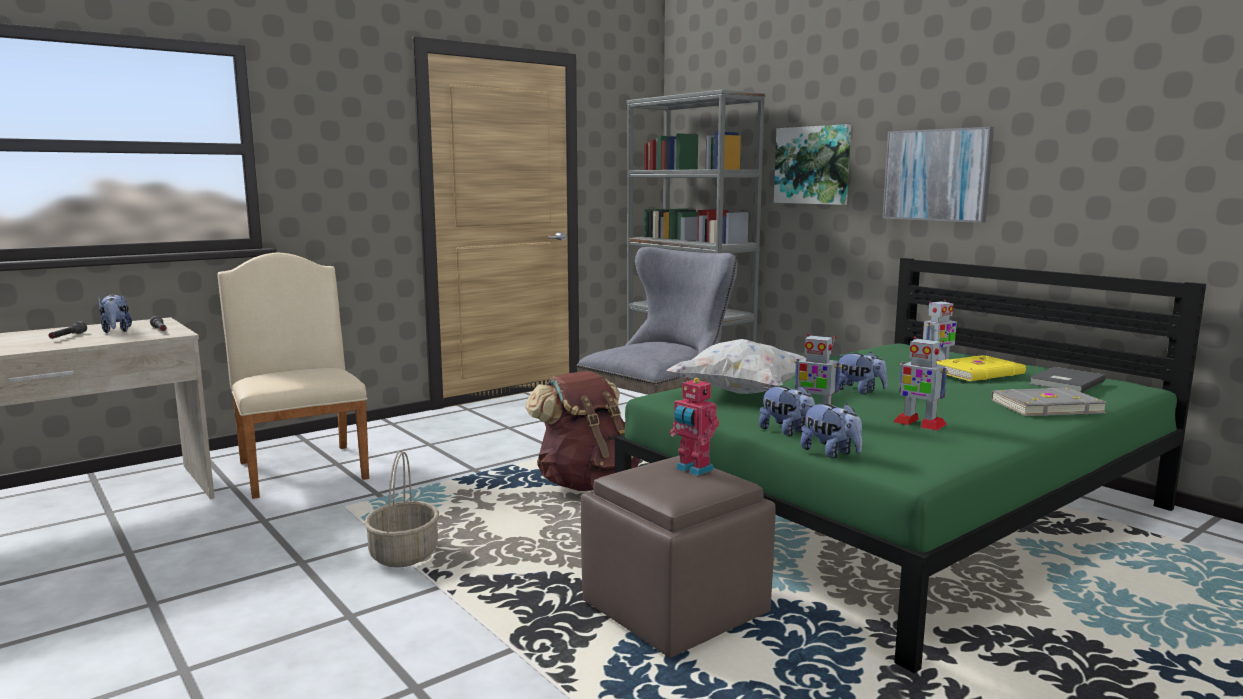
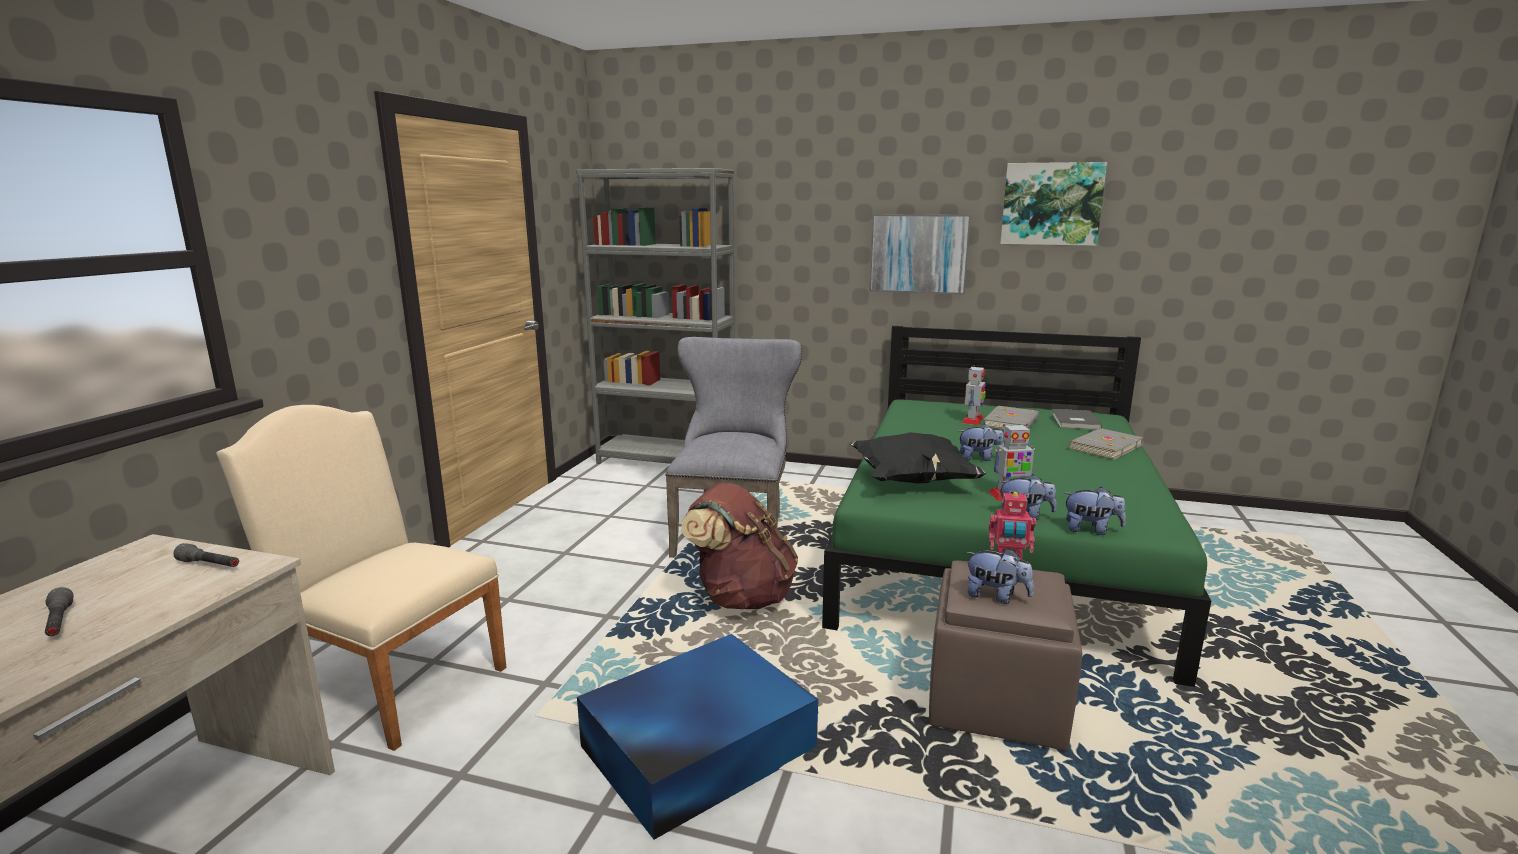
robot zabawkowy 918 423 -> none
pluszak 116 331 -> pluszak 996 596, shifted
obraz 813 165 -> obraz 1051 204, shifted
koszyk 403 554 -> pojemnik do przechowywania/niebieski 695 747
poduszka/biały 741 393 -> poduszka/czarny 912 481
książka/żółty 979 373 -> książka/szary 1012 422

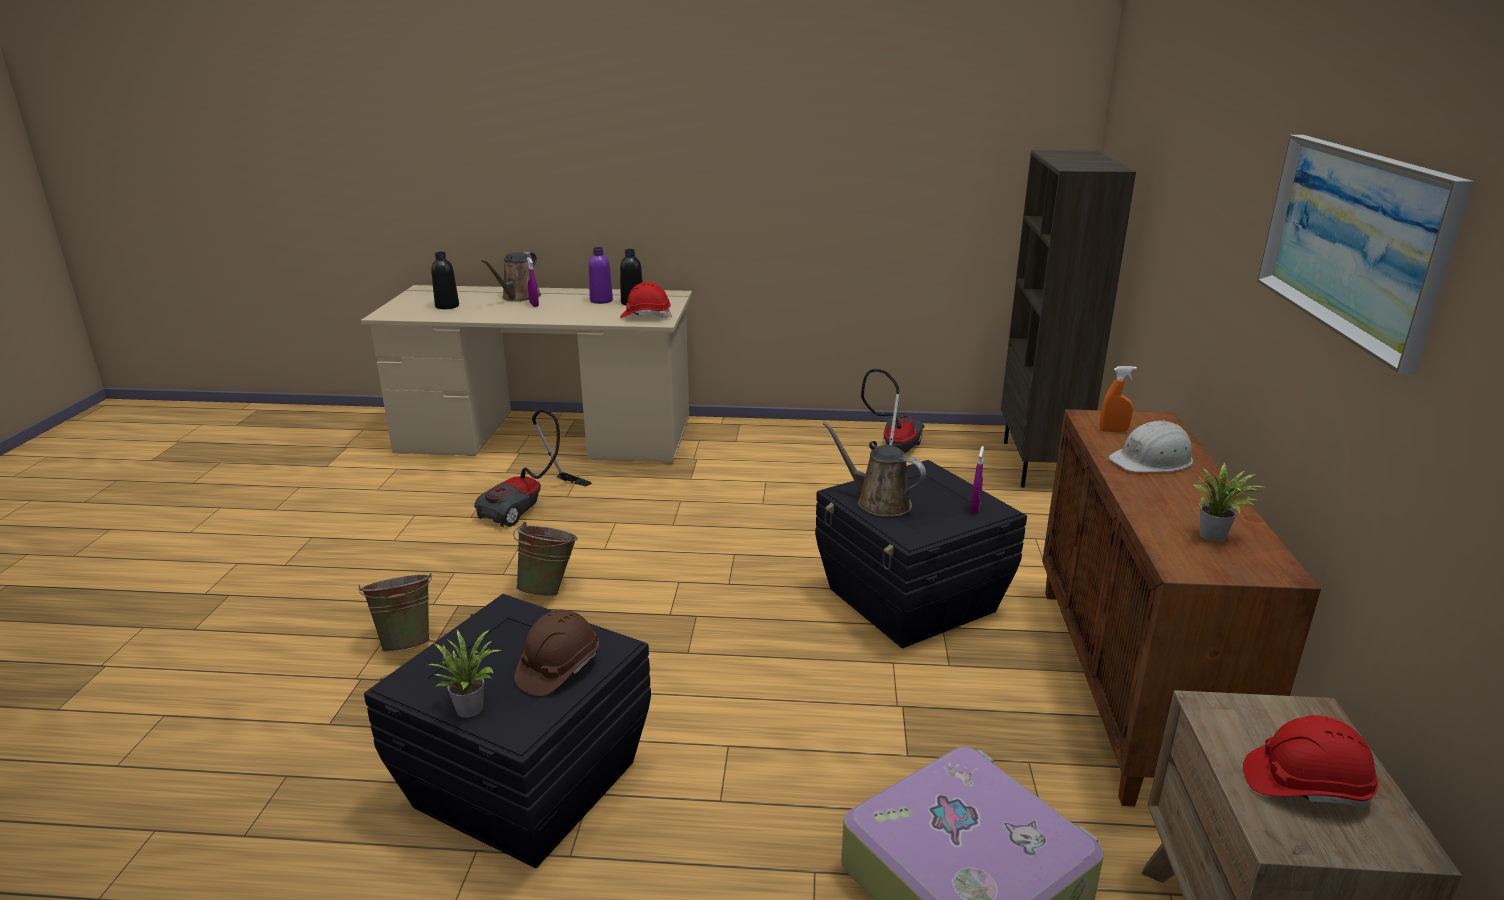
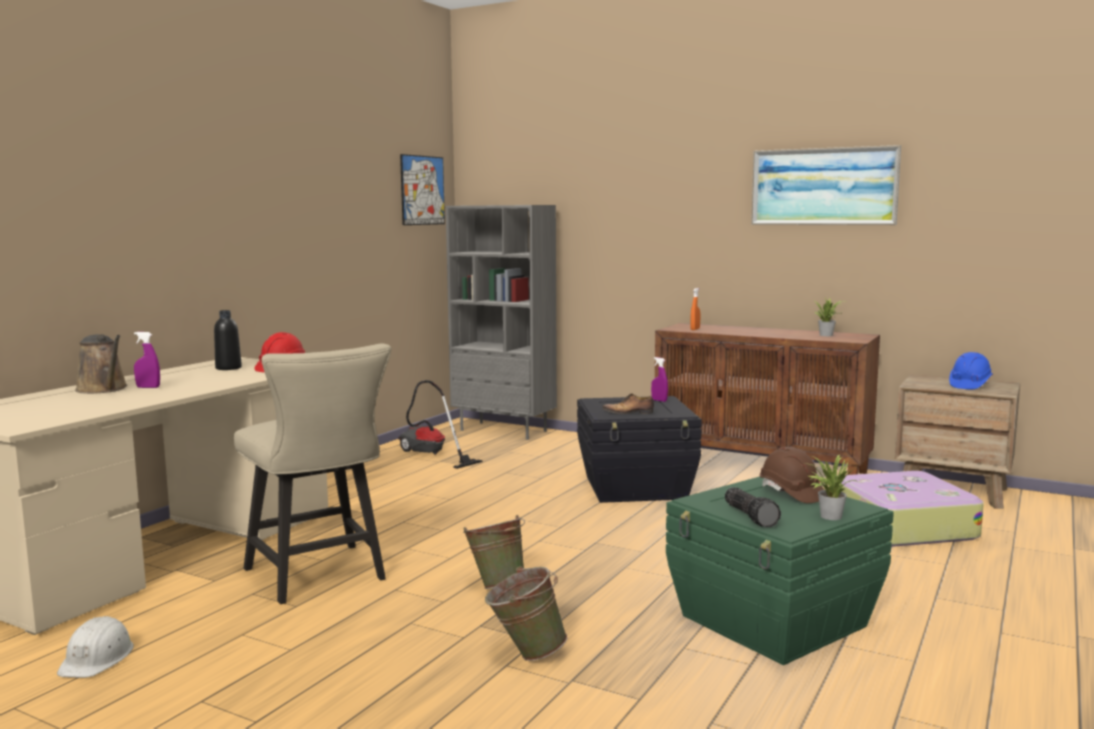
butelka/czarny 447 306 -> none
butelka/fioletowy 601 300 -> none
none -> obraz 422 190
none -> latarka 751 516
kask/biały 1152 460 -> kask/biały 97 658, shifted
odkurzacz 530 507 -> krzesło/beżowy 320 577
konewka/brązowy 878 502 -> but 629 413
pojemnik do przechowywania/czarny 523 785 -> pojemnik do przechowywania/zielony 773 622
regał/brązowy 1039 465 -> regał/szary 504 430
kask/czerwony 1305 785 -> kask/niebieski 969 385

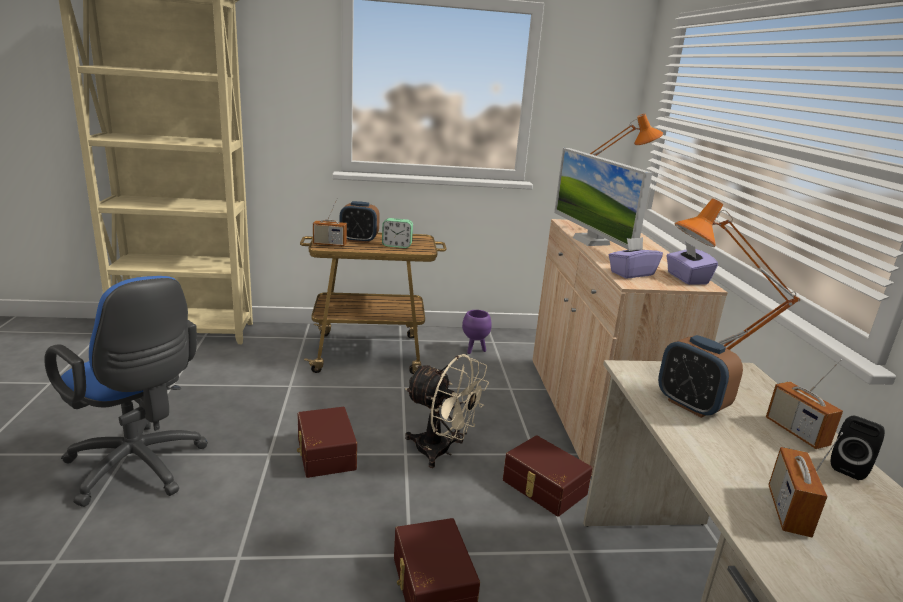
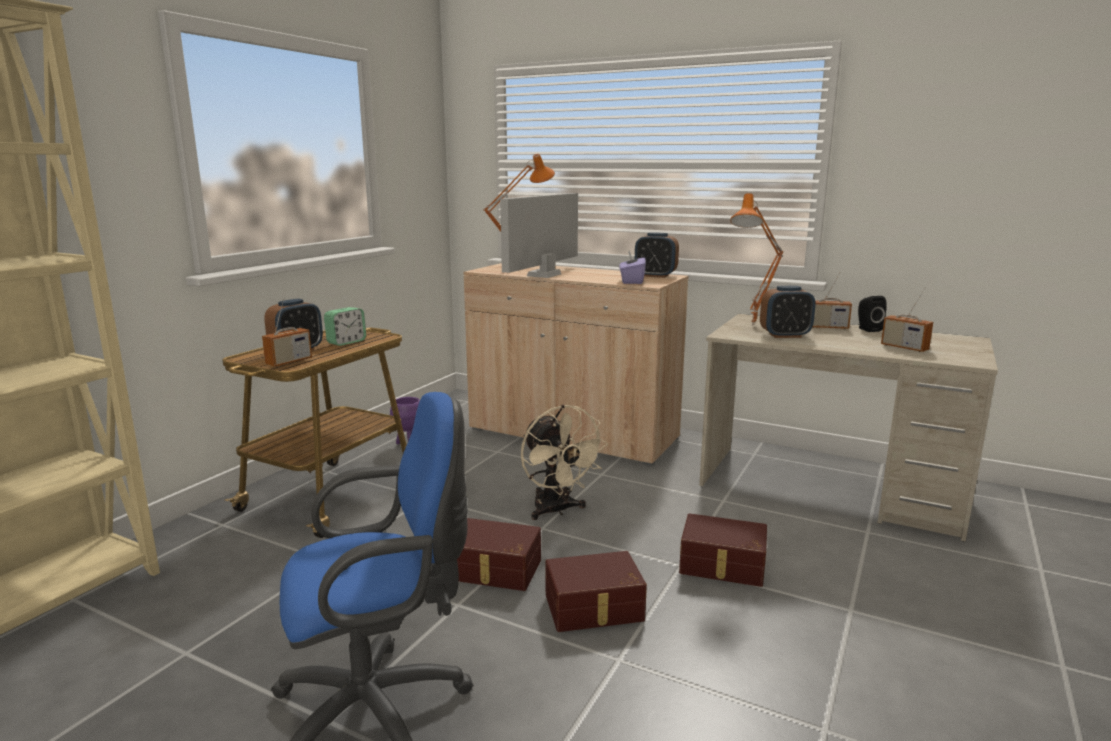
pojemnik do przechowywania/brązowy 543 488 -> pojemnik do przechowywania/brązowy 594 608, shifted
pudełko chusteczek/fioletowy 686 278 -> budzik 655 276
wentylator/beżowy 441 451 -> wentylator/beżowy 557 510, 90 degrees clockwise
monitor 591 241 -> monitor 544 275, 105 degrees clockwise

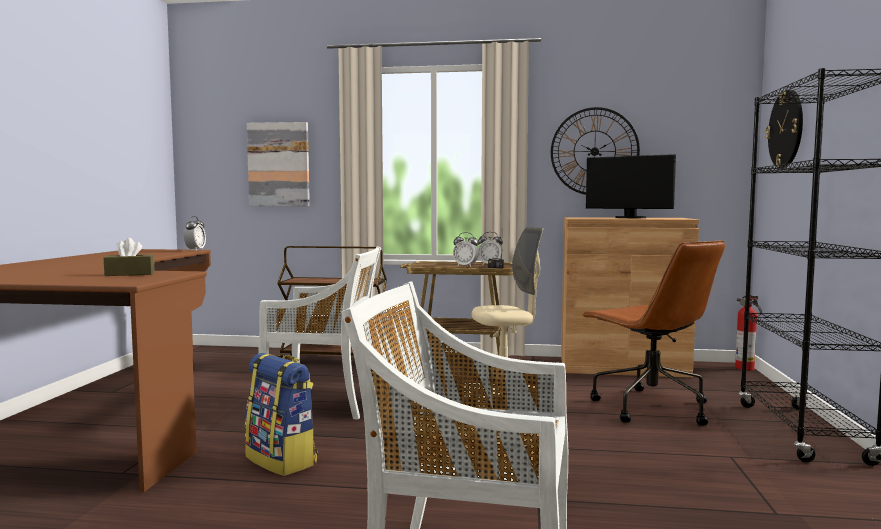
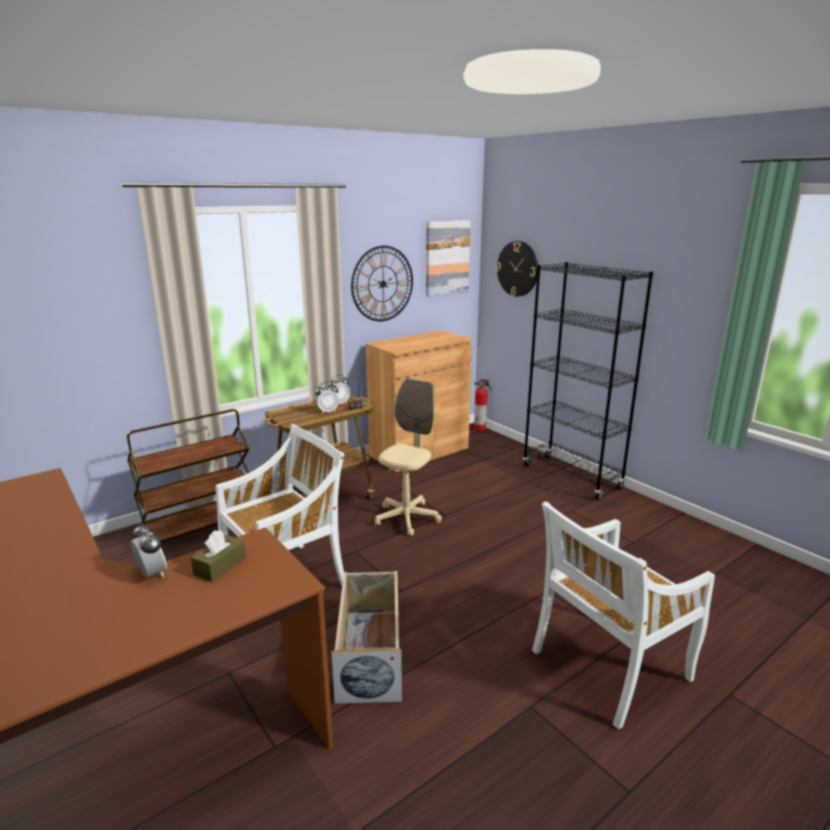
krzesło biurowe/brązowy 649 407 -> none
monitor 629 218 -> none
budzik 195 250 -> budzik 152 574, shifted
obraz 279 164 -> obraz 446 258, shifted
plecak 282 460 -> pojemnik do przechowywania/beżowy 370 653

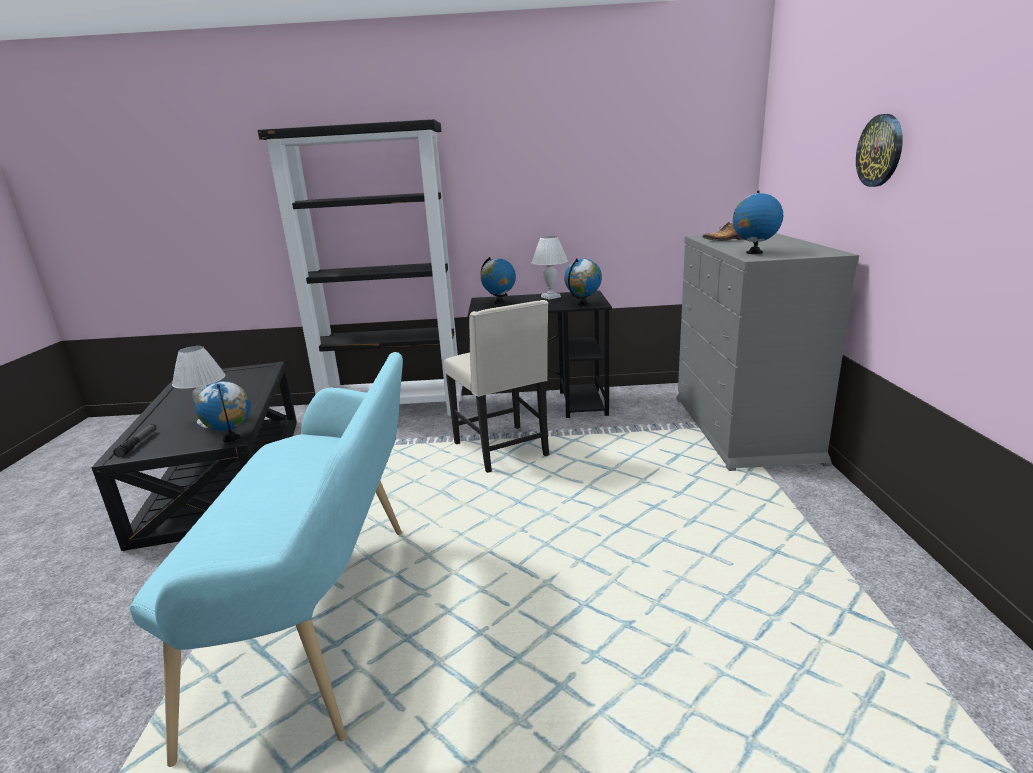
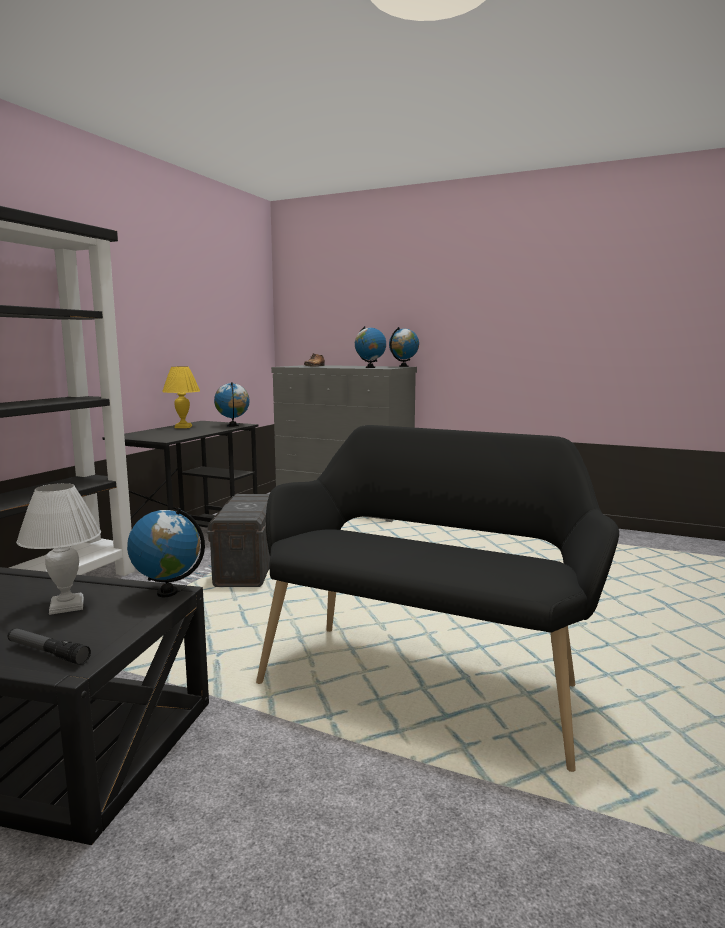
zegar ścienny 880 151 -> none
globus 499 302 -> globus 403 366, shifted
krzesło/beżowy 503 450 -> pojemnik do przechowywania/szary 247 568
ławka/turkusowy 327 618 -> ławka/czarny 426 679
lampa stołowa/biały 551 297 -> lampa stołowa/żółty 184 427

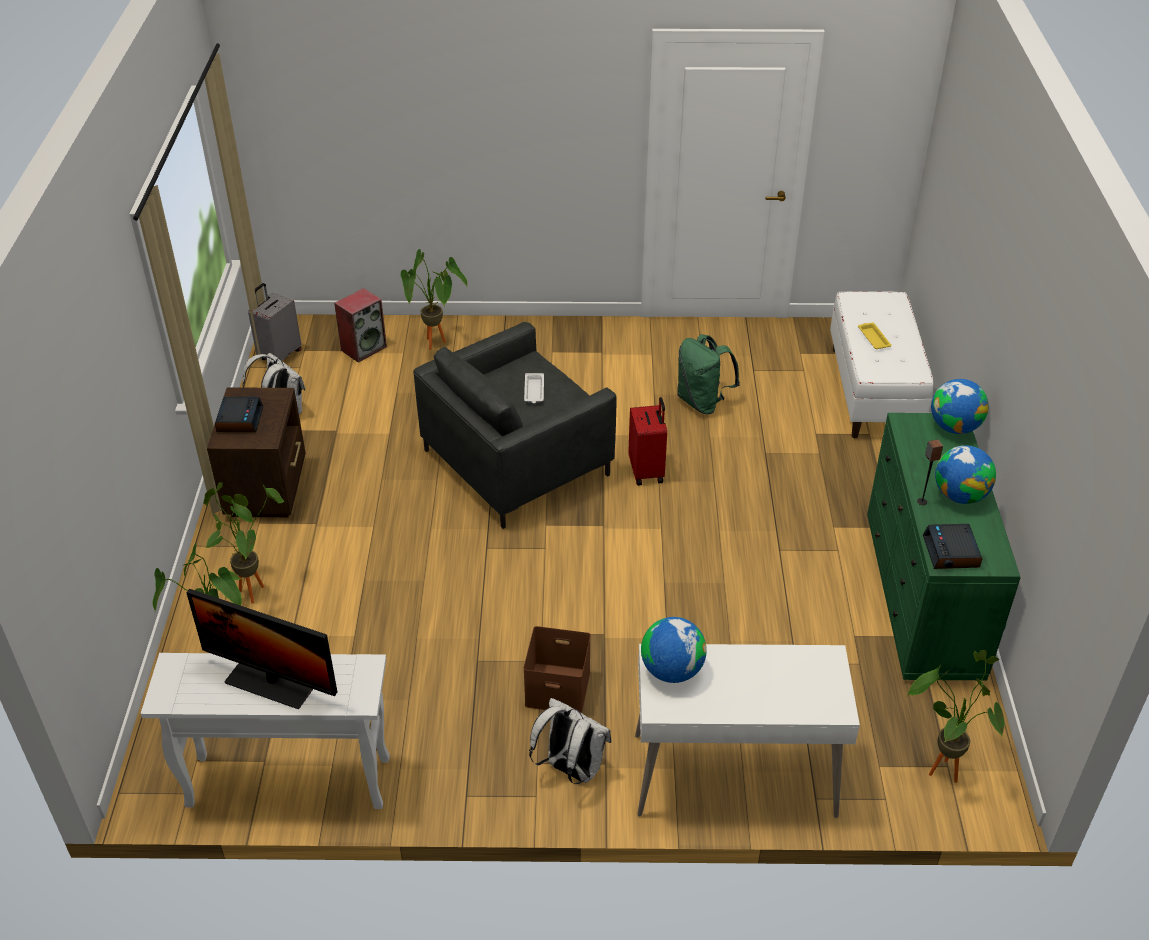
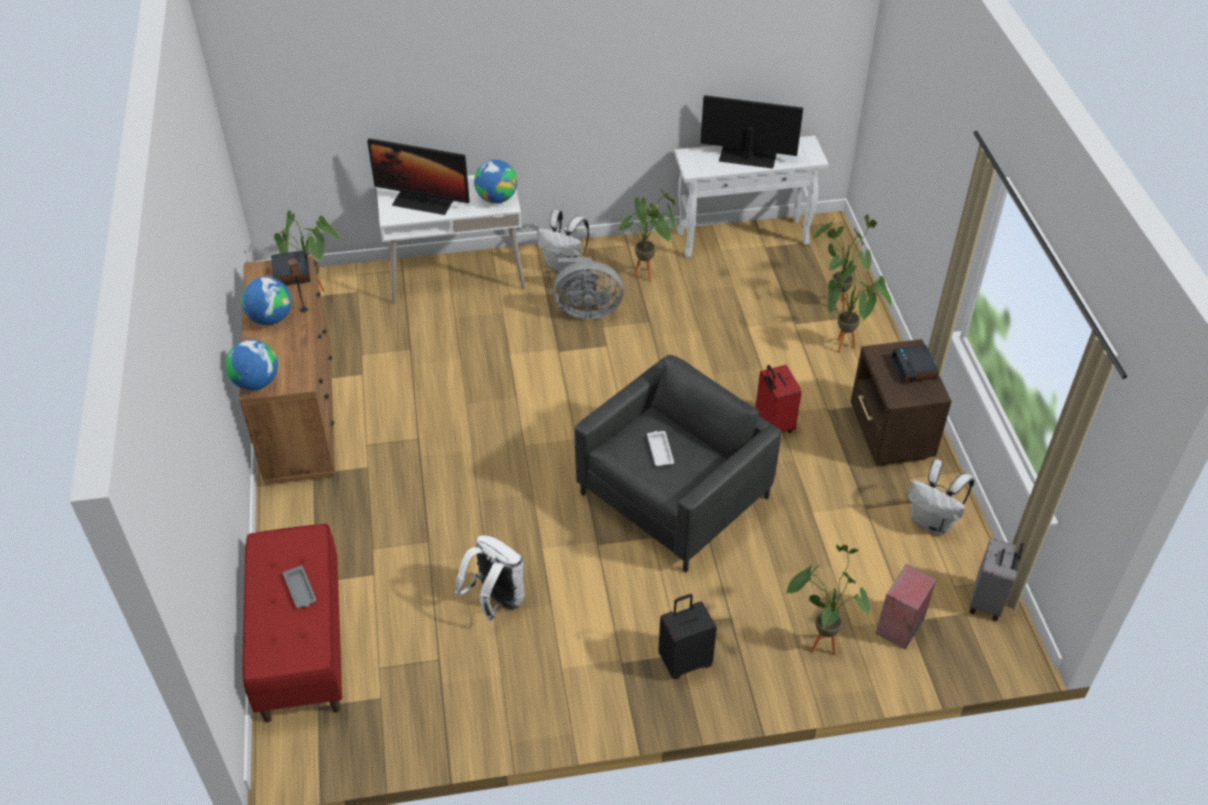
none -> monitor 423 202
none -> roślina doniczkowa 649 276
none -> walizka/czarny 685 661
walizka/czerwony 647 471 -> walizka/czerwony 773 424, shifted
pojemnik do przechowywania/brązowy 556 689 -> wentylator/szary 586 310
plecak/zielony 702 402 -> plecak/biały 496 600
ławka/biały 873 392 -> ławka/czerwony 301 644
taca/żółty 873 338 -> taca/szary 300 590
komoda/zielony 922 597 -> komoda/brązowy 300 411

